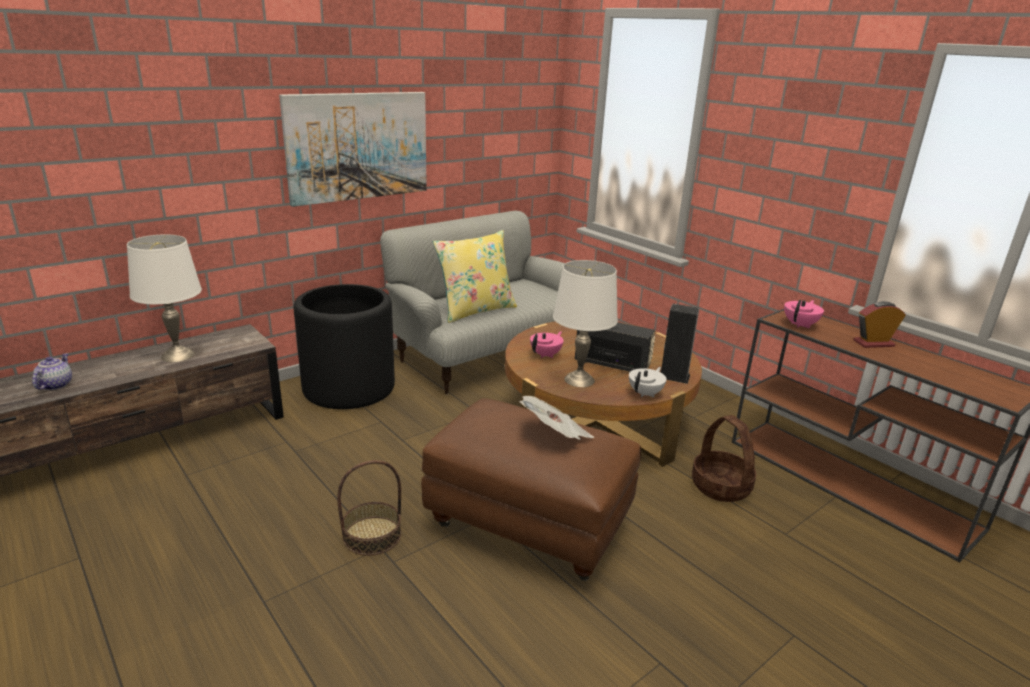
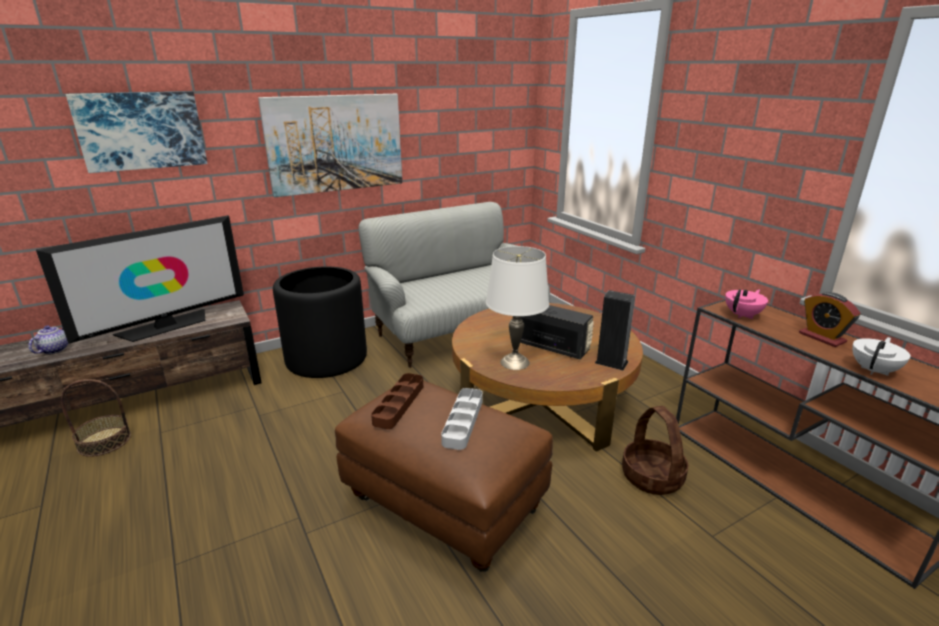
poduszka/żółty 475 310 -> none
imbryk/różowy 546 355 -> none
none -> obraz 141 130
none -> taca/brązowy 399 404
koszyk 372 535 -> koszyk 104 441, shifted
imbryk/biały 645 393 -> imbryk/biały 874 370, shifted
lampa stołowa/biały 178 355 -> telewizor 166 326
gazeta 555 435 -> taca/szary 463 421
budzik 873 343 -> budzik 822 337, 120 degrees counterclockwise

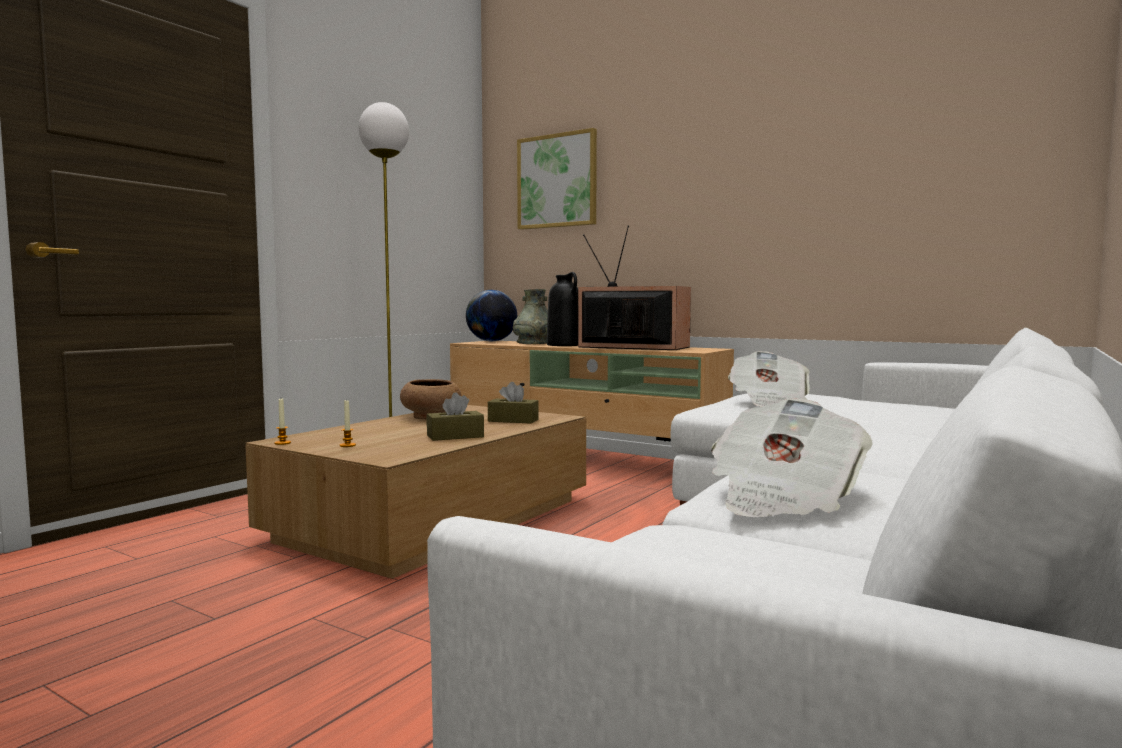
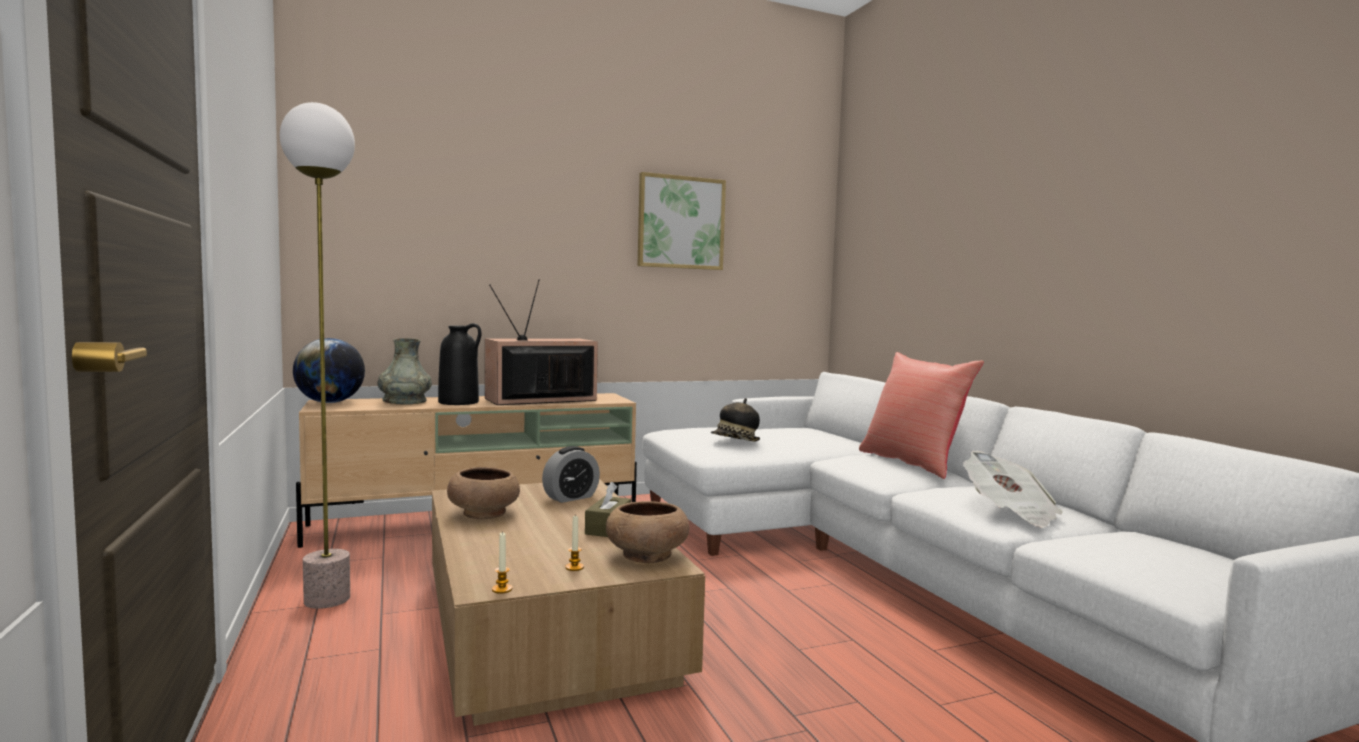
none -> miska/brązowy 646 555
none -> poduszka/czerwony 913 463
obraz 557 181 -> obraz 681 222, shifted
pudełko chusteczek/brązowy 513 420 -> budzik 571 497
gazeta 768 402 -> kapelusz 735 441

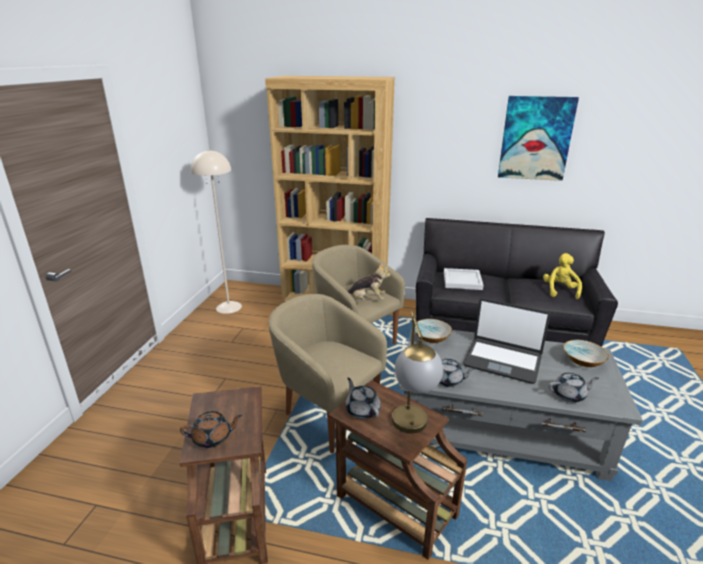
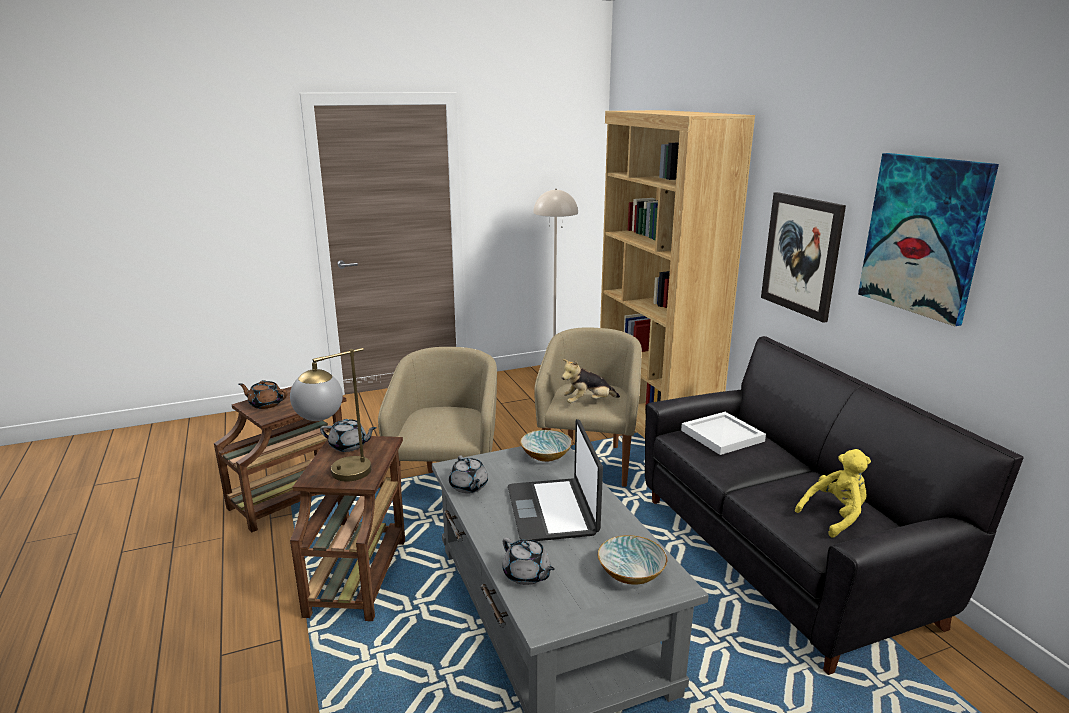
none -> obraz 801 255
imbryk/brązowy 213 438 -> imbryk/brązowy 265 404, 150 degrees clockwise
imbryk/szary 362 410 -> imbryk/szary 349 446, 75 degrees clockwise
pluszak 366 300 -> pluszak 588 403, 105 degrees clockwise

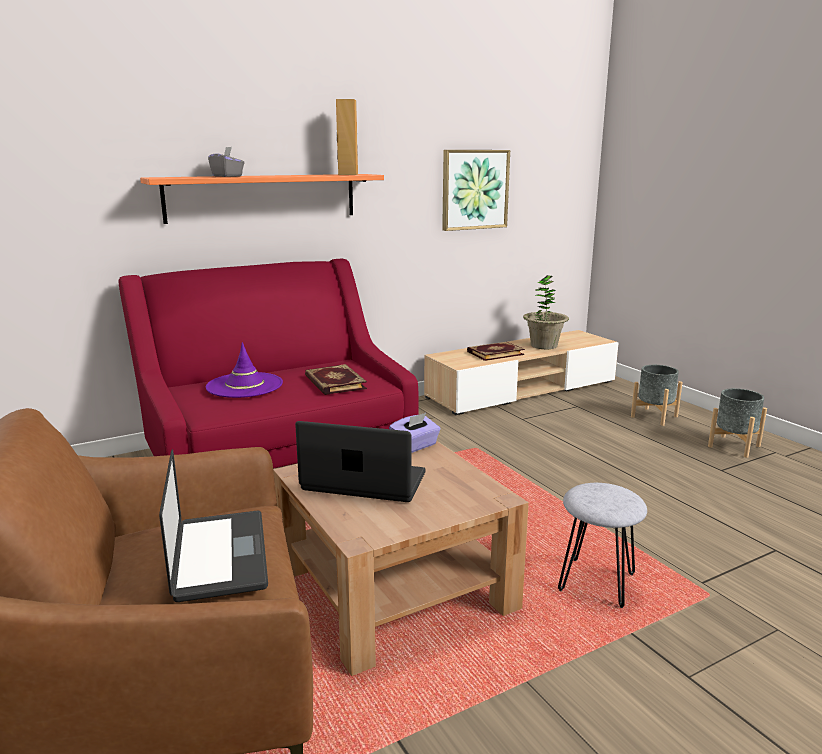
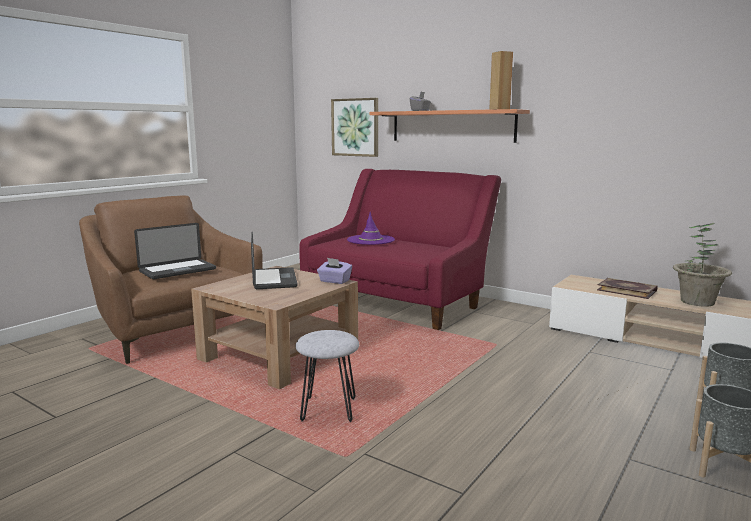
książka 334 383 -> none
obraz 474 189 -> obraz 355 127, shifted

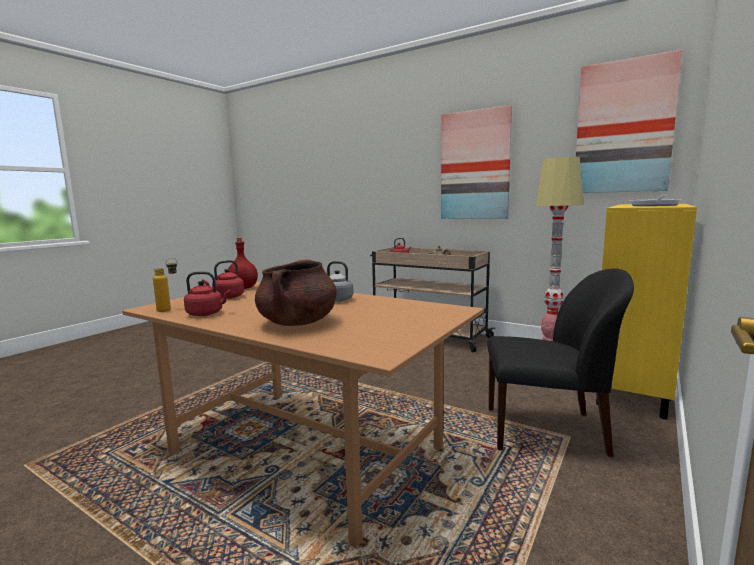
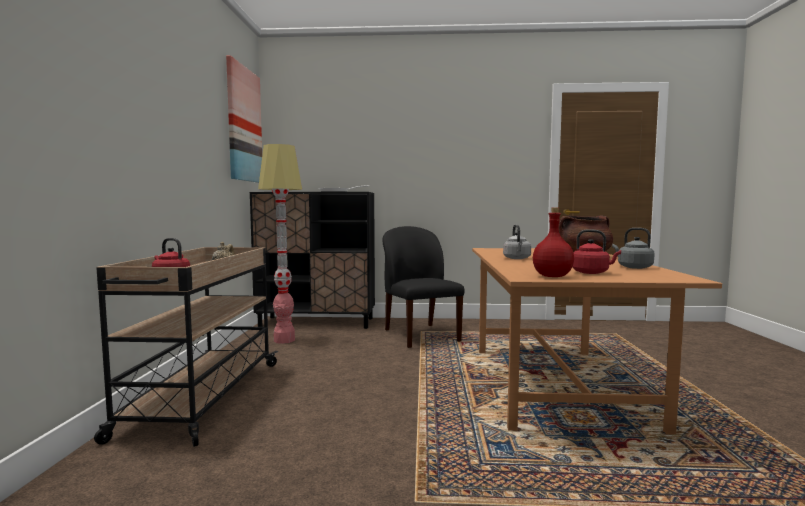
butelka 169 309 -> none
obraz 475 165 -> none
czajnik/czerwony 207 314 -> czajnik/szary 633 267
szafka/żółty 633 382 -> szafka/czarny 317 322

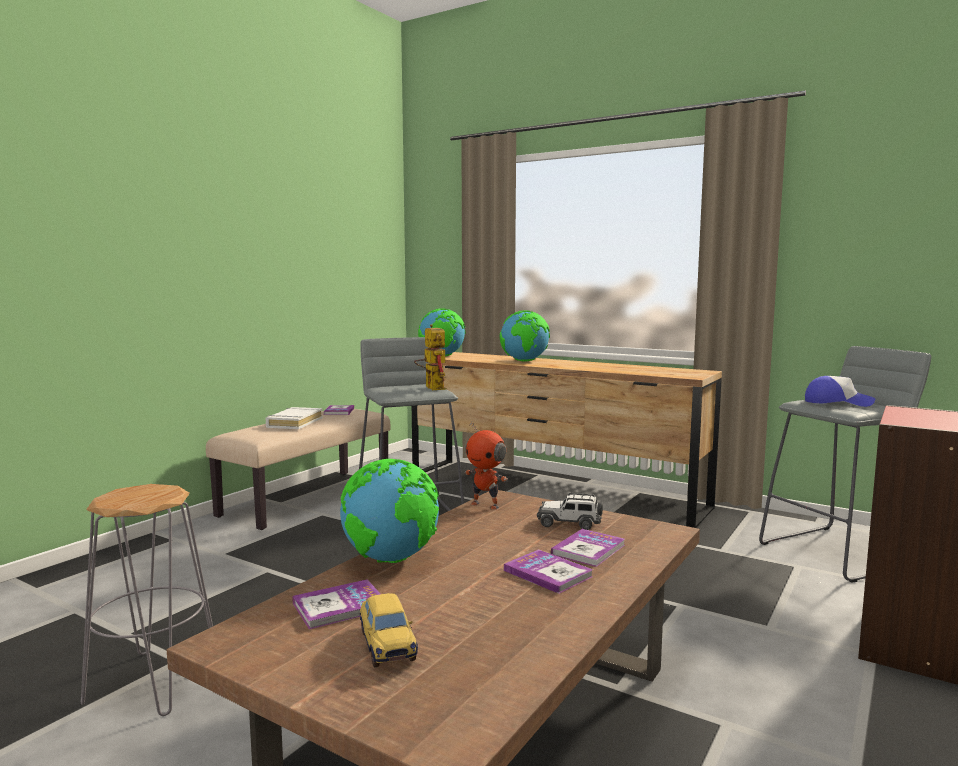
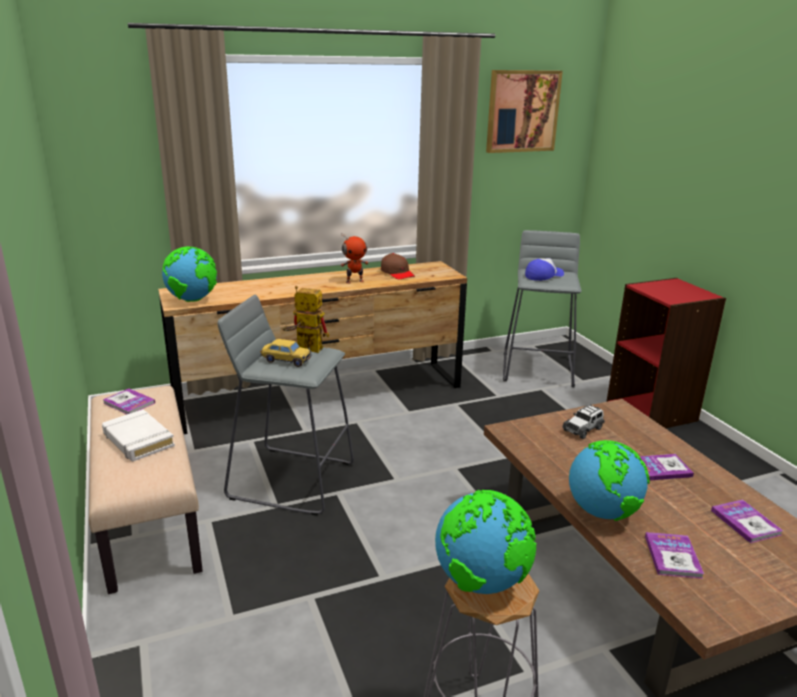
none -> czapka z daszkiem/brązowy 397 273
none -> obraz 522 111
samochodzik 387 644 -> samochodzik 286 361, shifted
robot zabawkowy 486 505 -> robot zabawkowy 354 281, shifted
globus 525 361 -> globus 482 582, shifted
książka 588 549 -> książka 745 522, shifted

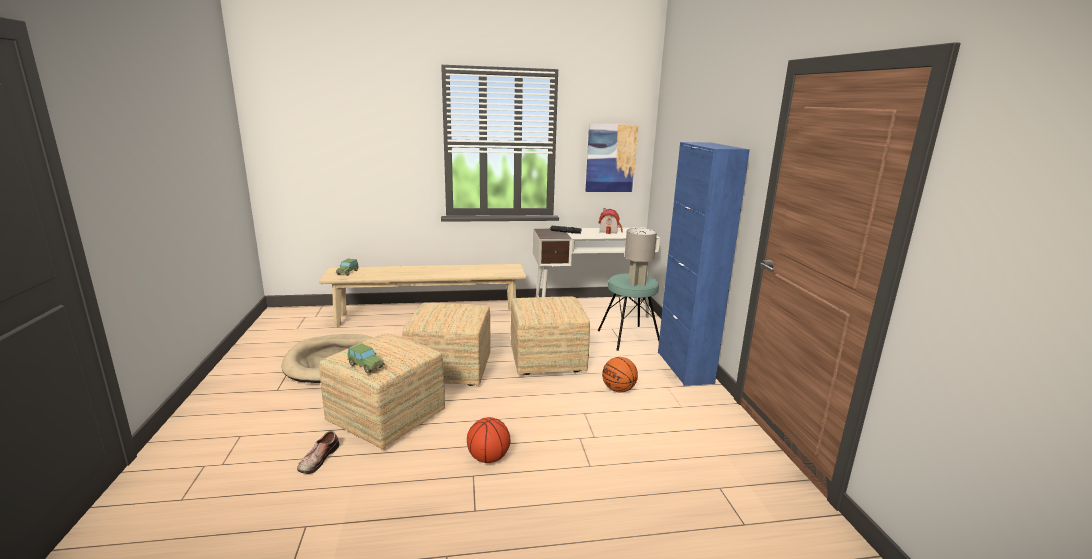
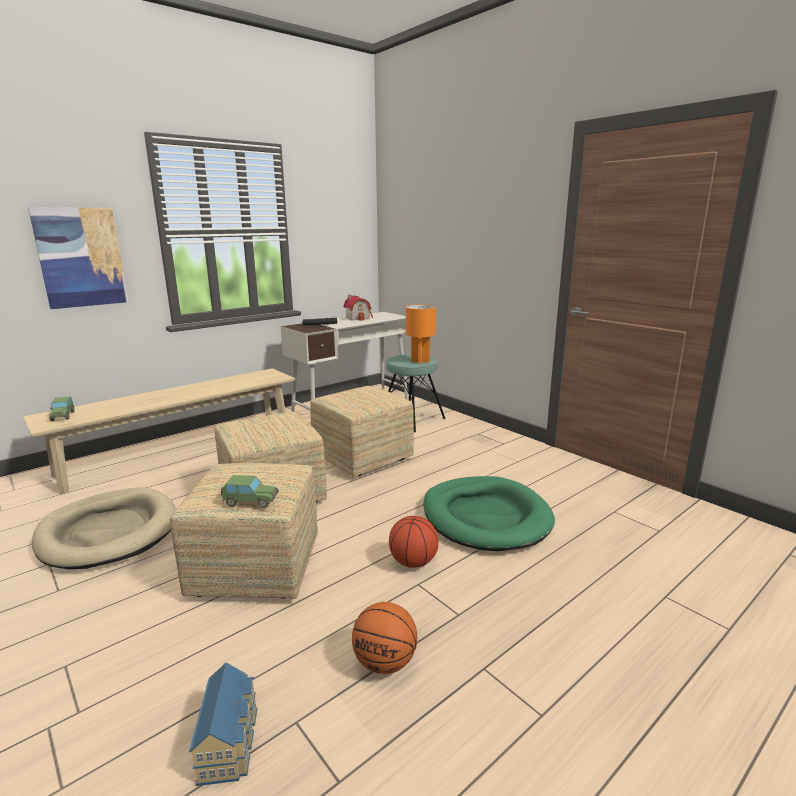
but 317 459 -> none
szafka/niebieski 684 367 -> none
none -> domek 231 741
none -> legowisko/zielony 485 517
obraz 611 158 -> obraz 81 257, shifted
piłka do koszykówki 618 389 -> piłka do koszykówki 385 662, shifted
lampa stołowa/szary 637 284 -> lampa stołowa/pomarańczowy 420 361

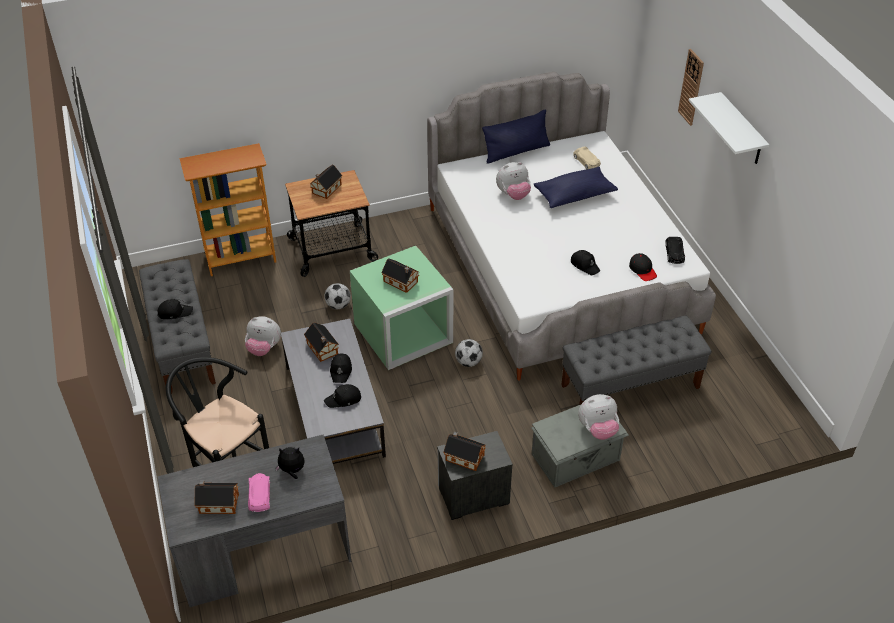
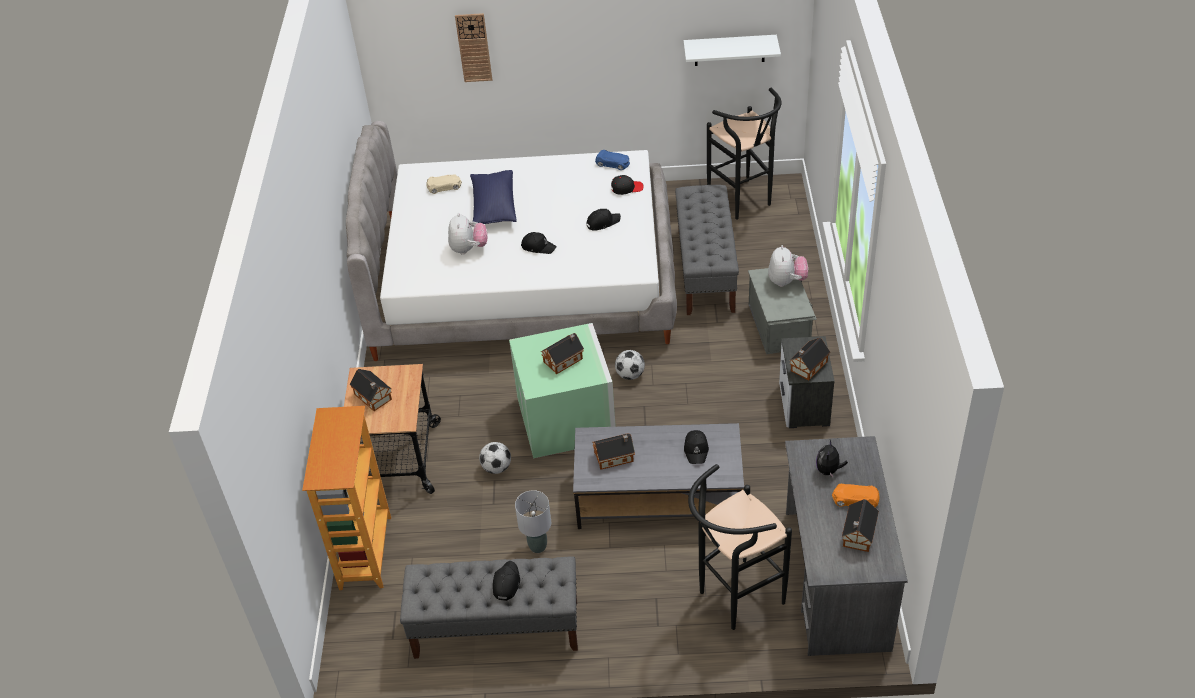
poduszka/niebieski 516 152 -> none
none -> stołek/czarny 744 203
czapka z daszkiem/czarny 341 370 -> czapka z daszkiem/czarny 538 246, shifted
półka/biały 741 130 -> półka/biały 729 50, shifted
pluszak 264 348 -> lampa stołowa/szary 538 546
samochodzik/różowy 259 495 -> samochodzik/pomarańczowy 855 499
samochodzik/czarny 674 254 -> samochodzik/niebieski 613 164

